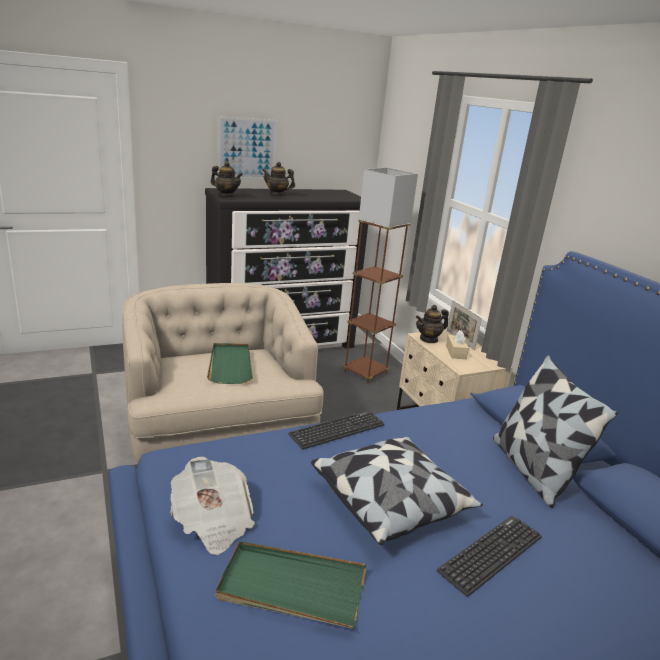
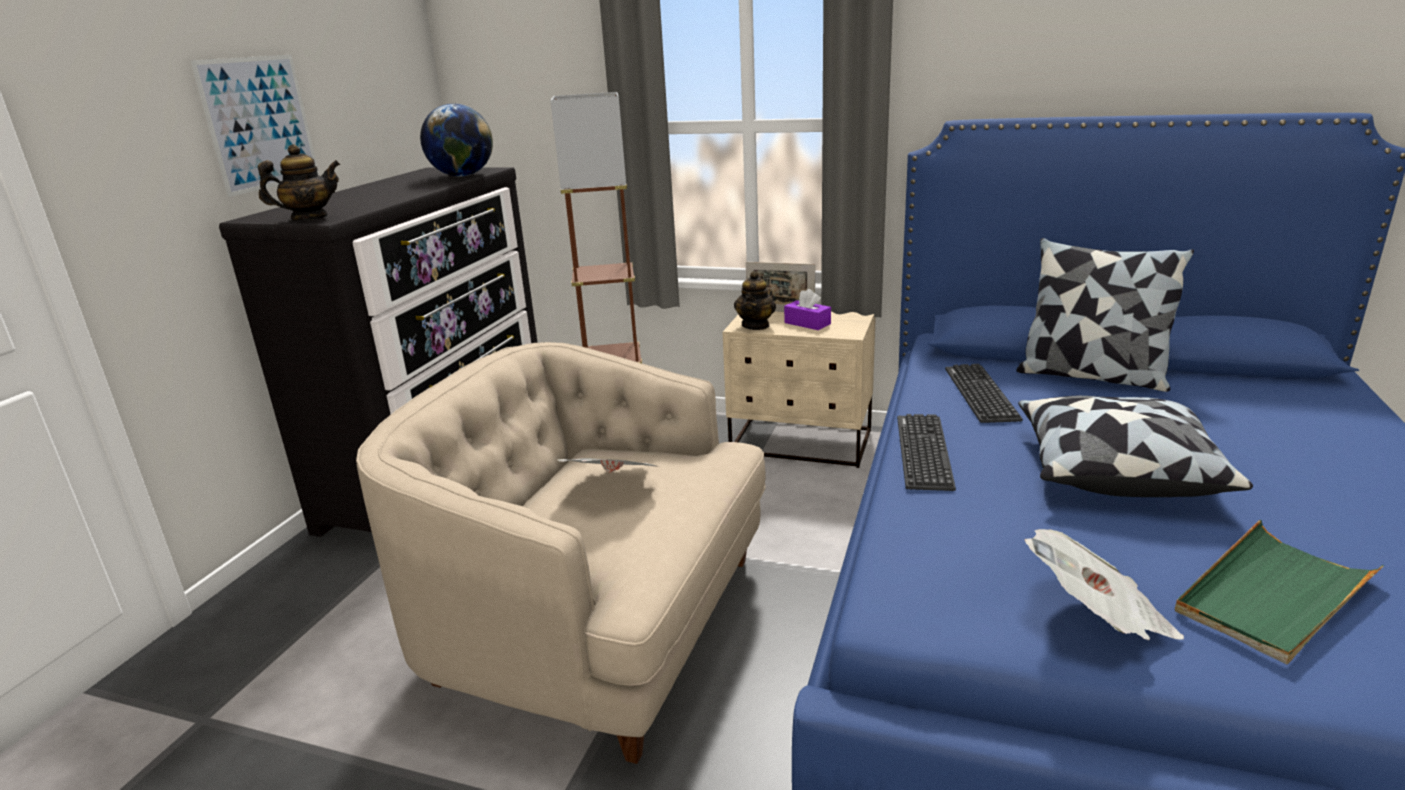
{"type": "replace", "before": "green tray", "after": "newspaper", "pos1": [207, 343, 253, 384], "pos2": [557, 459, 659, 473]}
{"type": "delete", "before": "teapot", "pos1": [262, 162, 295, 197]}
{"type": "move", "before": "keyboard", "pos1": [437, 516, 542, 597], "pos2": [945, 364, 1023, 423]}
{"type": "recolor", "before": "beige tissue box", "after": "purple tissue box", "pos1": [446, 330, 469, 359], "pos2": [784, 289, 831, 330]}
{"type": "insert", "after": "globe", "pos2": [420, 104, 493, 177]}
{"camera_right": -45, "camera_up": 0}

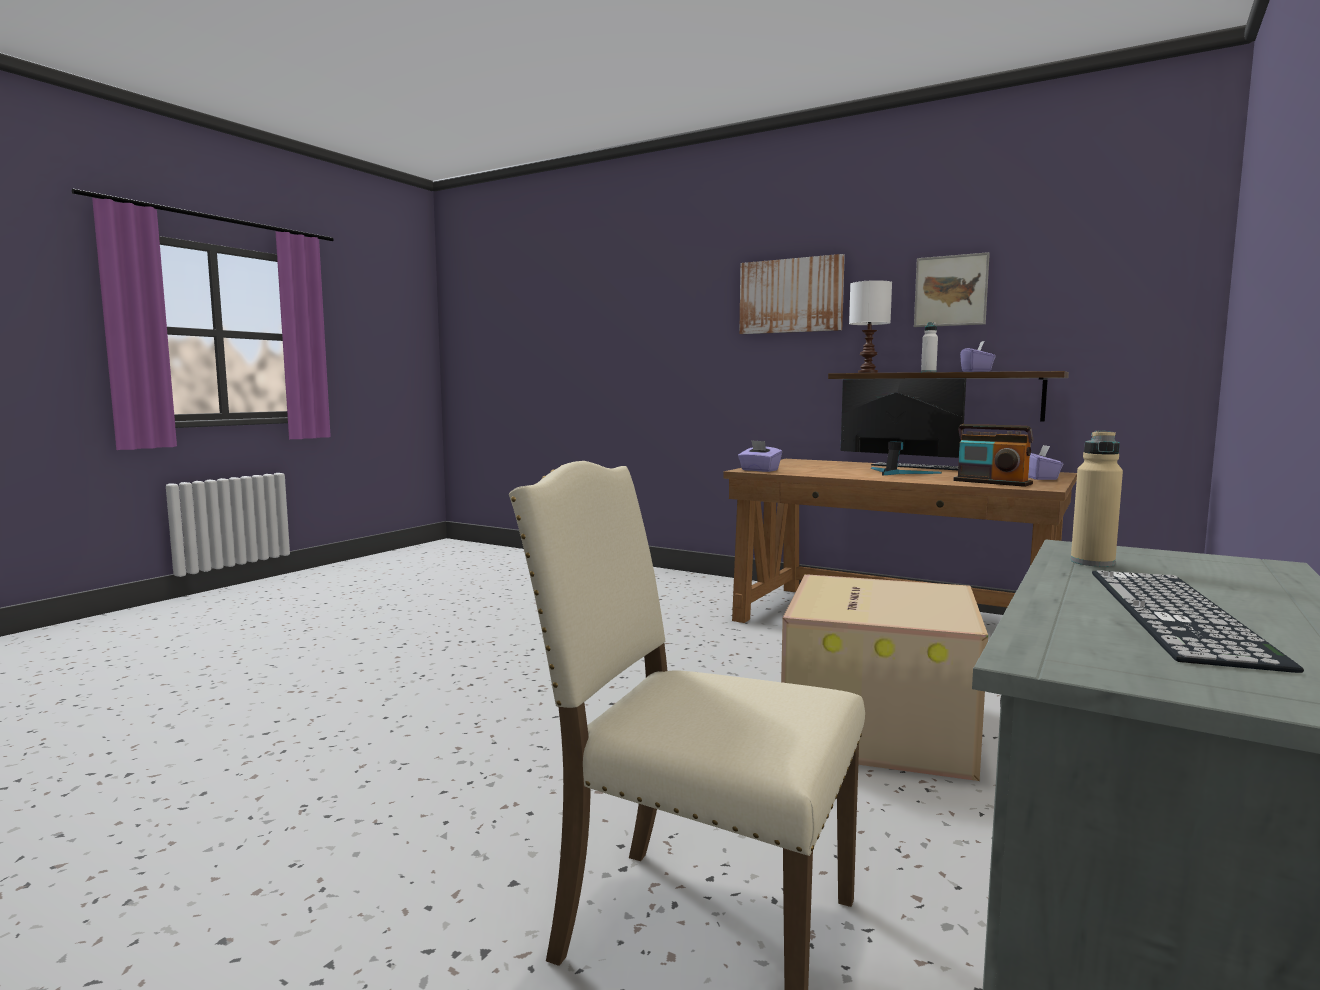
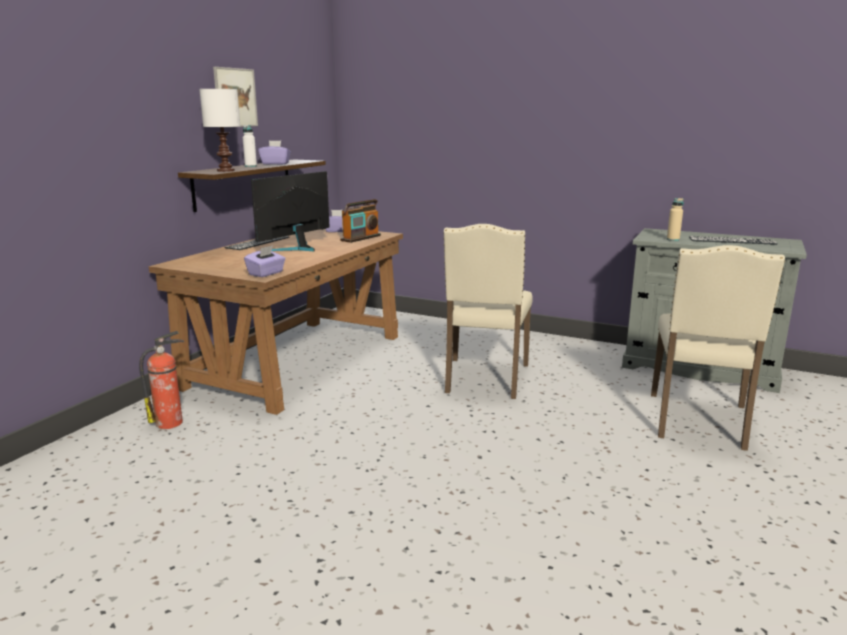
{"type": "delete", "before": "picture", "pos1": [739, 254, 845, 334]}
{"type": "replace", "before": "cardboard box", "after": "beige chair", "pos1": [781, 574, 988, 781], "pos2": [443, 224, 533, 399]}
{"type": "insert", "after": "fire extinguisher", "pos2": [139, 331, 184, 429]}
{"camera_right": -95, "camera_up": 10}

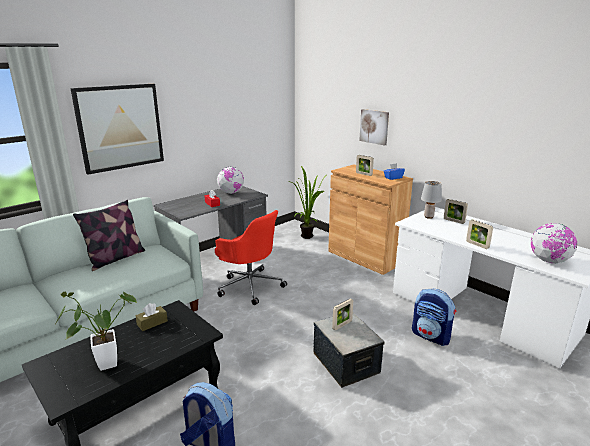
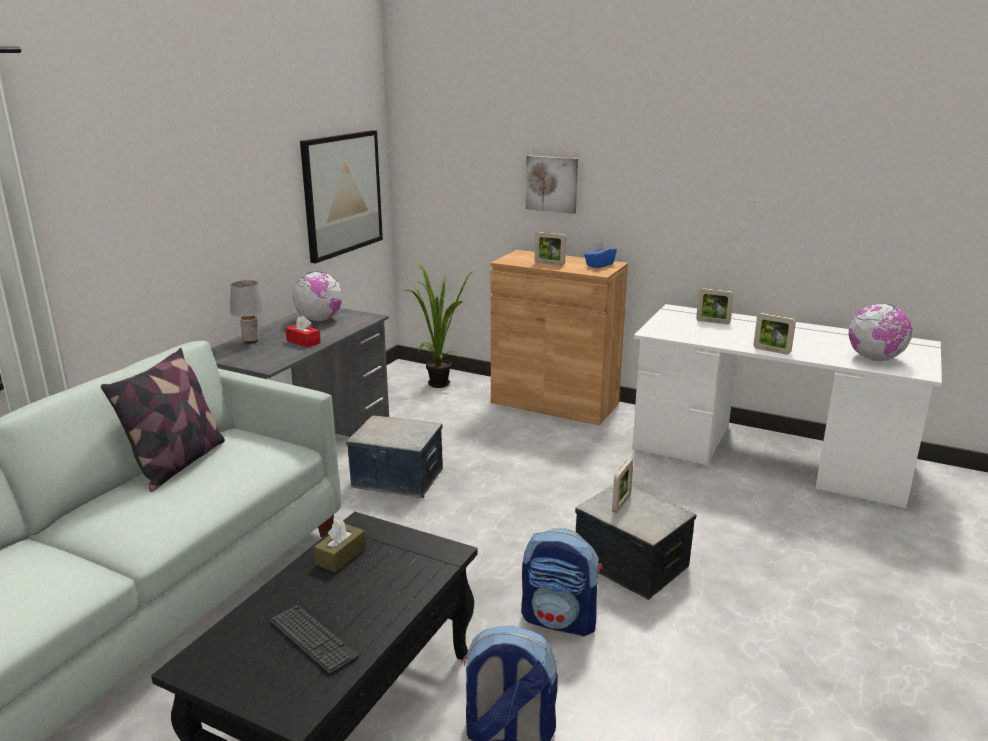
{"type": "replace", "before": "potted plant", "after": "keyboard", "pos1": [56, 292, 137, 371], "pos2": [270, 605, 359, 676]}
{"type": "move", "before": "picture", "pos1": [70, 84, 164, 175], "pos2": [300, 130, 383, 264]}
{"type": "replace", "before": "red office chair", "after": "storage box", "pos1": [215, 210, 287, 305], "pos2": [346, 415, 443, 498]}
{"type": "move", "before": "backpack", "pos1": [412, 289, 456, 346], "pos2": [521, 529, 602, 637]}
{"type": "move", "before": "grey table lamp", "pos1": [421, 181, 442, 219], "pos2": [230, 280, 265, 343]}
{"camera_right": -20, "camera_up": 0}

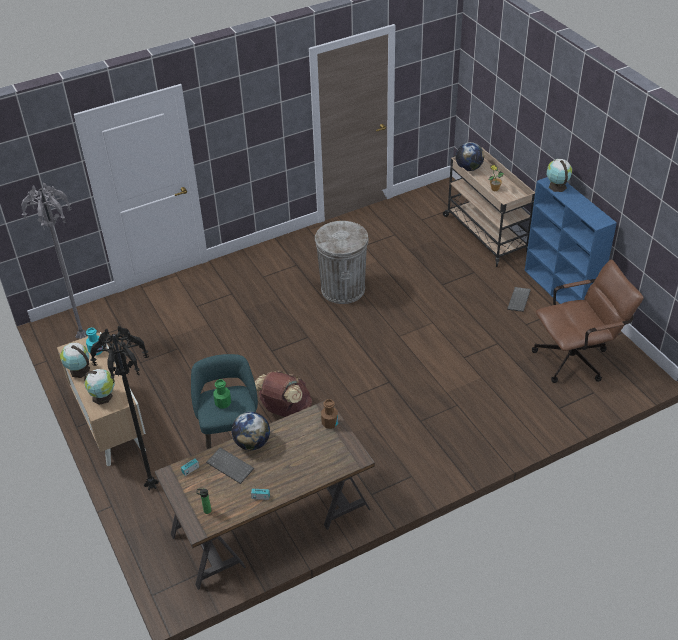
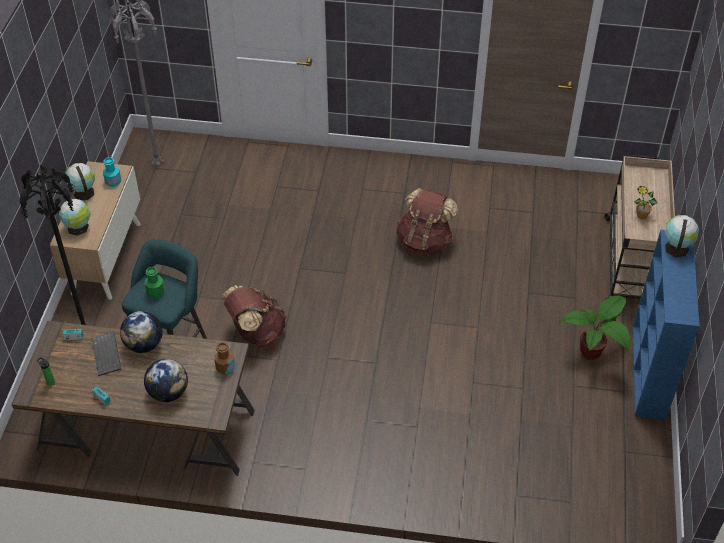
{"type": "replace", "before": "grey trash can", "after": "brown backpack", "pos1": [315, 221, 369, 304], "pos2": [396, 188, 458, 257]}
{"type": "move", "before": "globe", "pos1": [456, 142, 484, 171], "pos2": [144, 359, 188, 402]}
{"type": "replace", "before": "keyboard", "after": "potted plant", "pos1": [507, 287, 531, 312], "pos2": [559, 295, 631, 360]}
{"type": "delete", "before": "brown office chair", "pos1": [532, 259, 644, 383]}
{"camera_right": 35, "camera_up": 5}

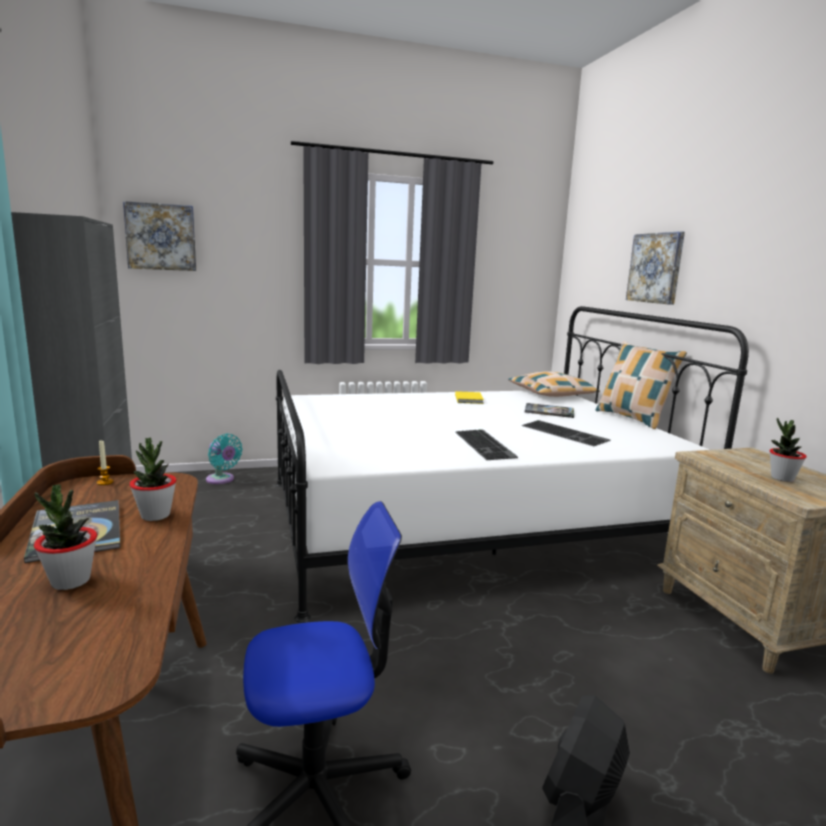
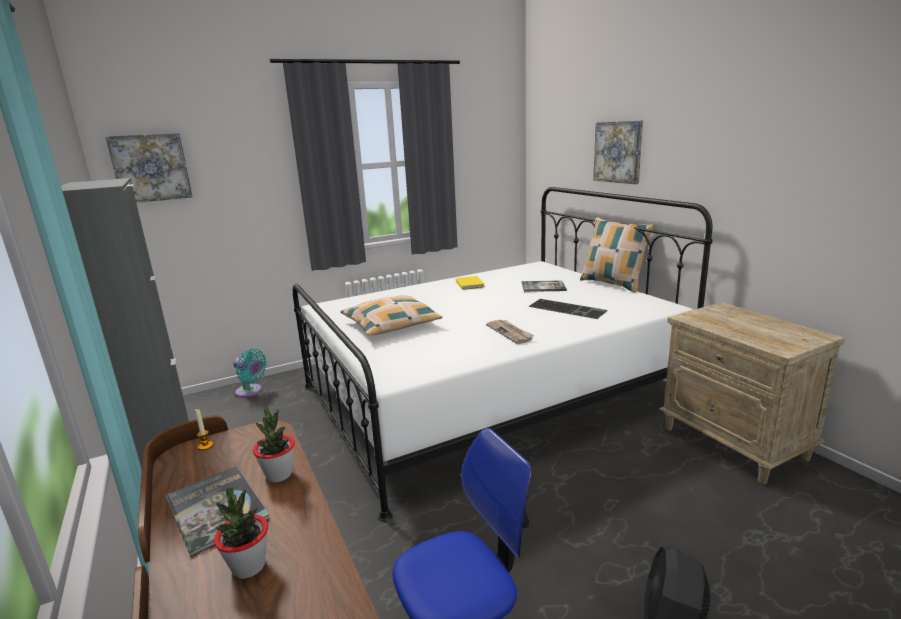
{"type": "replace", "before": "keyboard", "after": "newspaper", "pos1": [455, 429, 518, 460], "pos2": [486, 320, 535, 344]}
{"type": "move", "before": "pillow", "pos1": [508, 371, 600, 397], "pos2": [340, 296, 442, 335]}
{"type": "delete", "before": "potted plant", "pos1": [770, 418, 807, 482]}
{"camera_right": -10, "camera_up": 5}

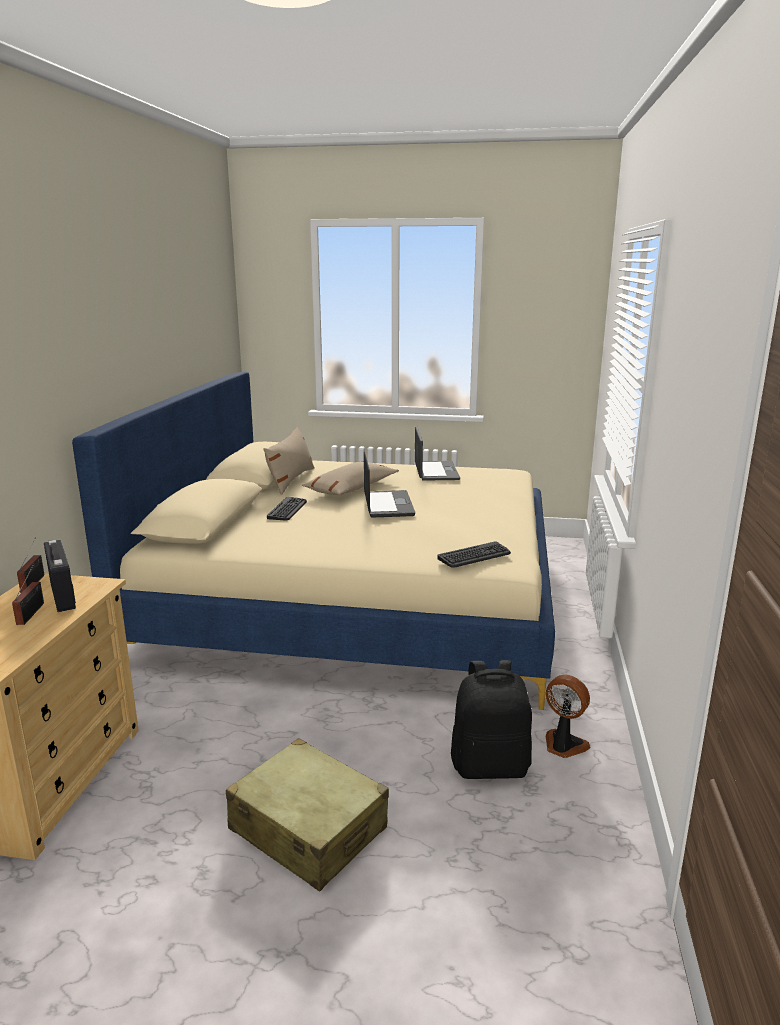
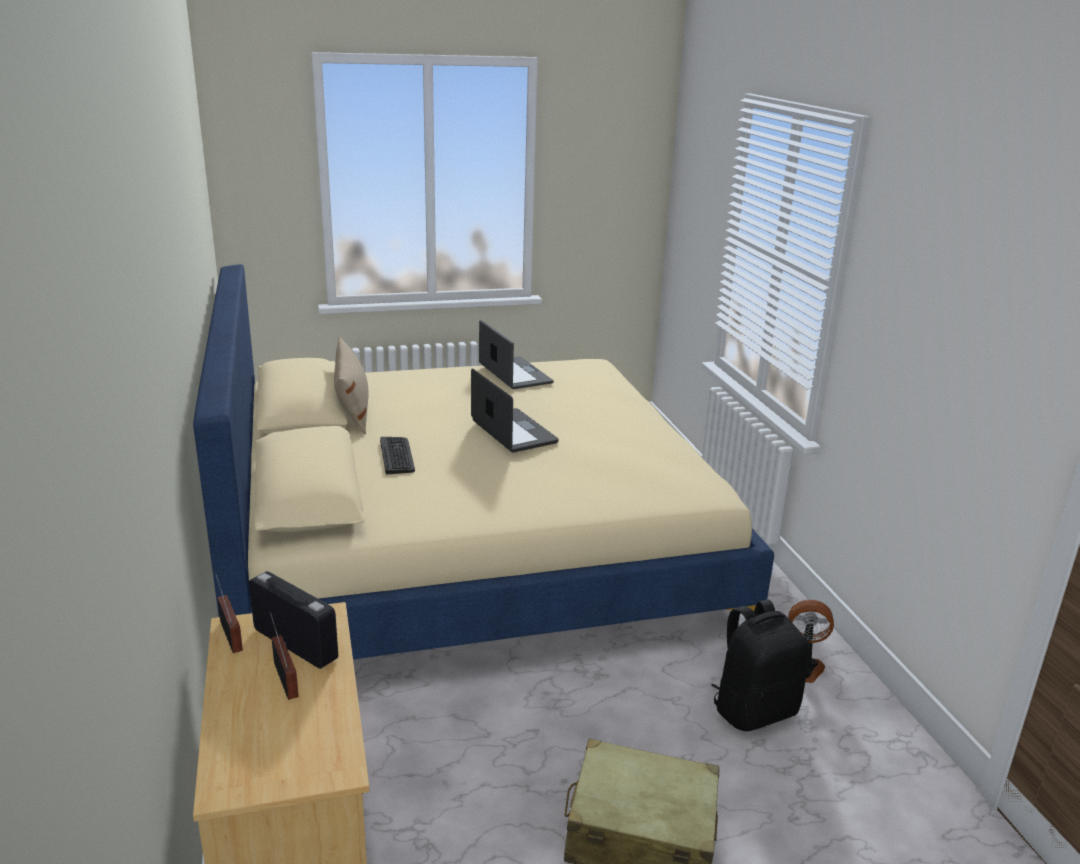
{"type": "delete", "before": "beige pillow", "pos1": [302, 462, 399, 495]}
{"type": "delete", "before": "keyboard", "pos1": [437, 541, 511, 568]}
{"camera_right": -25, "camera_up": 5}

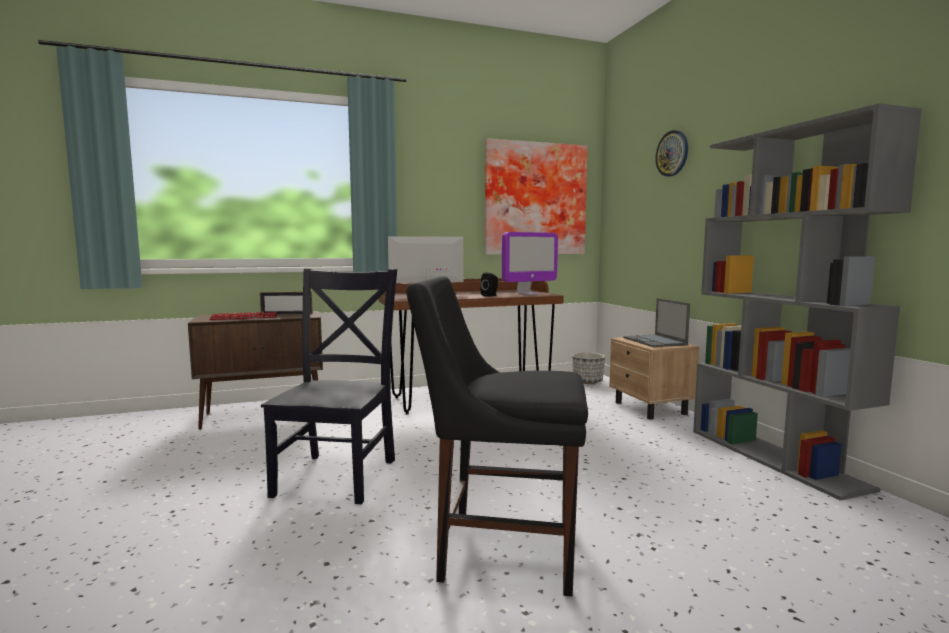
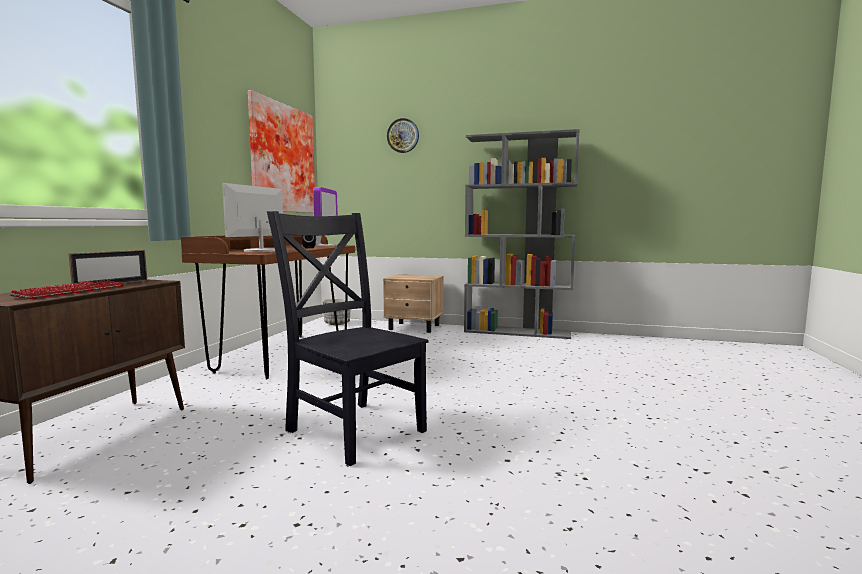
{"type": "delete", "before": "black chair", "pos1": [406, 276, 588, 596]}
{"type": "delete", "before": "laptop", "pos1": [623, 298, 690, 347]}
{"camera_right": -55, "camera_up": 0}

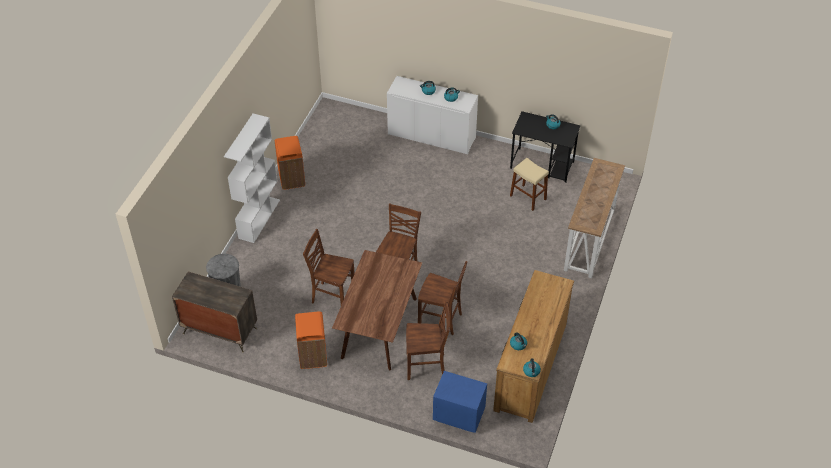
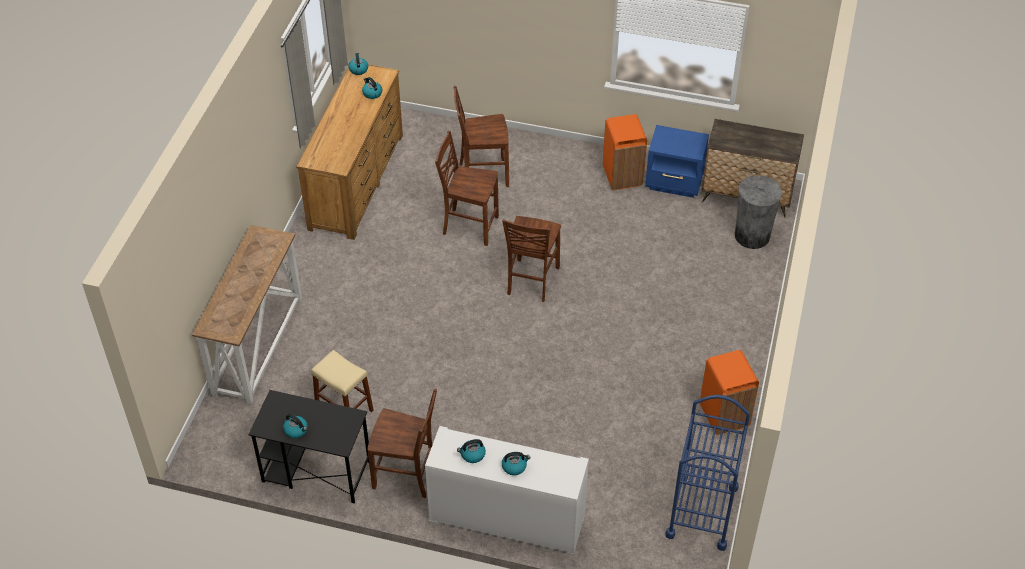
{"type": "delete", "before": "white bookcase", "pos1": [224, 113, 280, 243]}
{"type": "move", "before": "brown chair", "pos1": [303, 229, 355, 305], "pos2": [367, 389, 437, 498]}
{"type": "delete", "before": "brown dining table", "pos1": [332, 250, 422, 371]}
{"type": "move", "before": "blue nightstand", "pos1": [433, 371, 487, 433], "pos2": [645, 125, 709, 198]}
{"type": "insert", "after": "blue cart", "pos2": [666, 395, 750, 551]}
{"camera_right": 175, "camera_up": 0}

